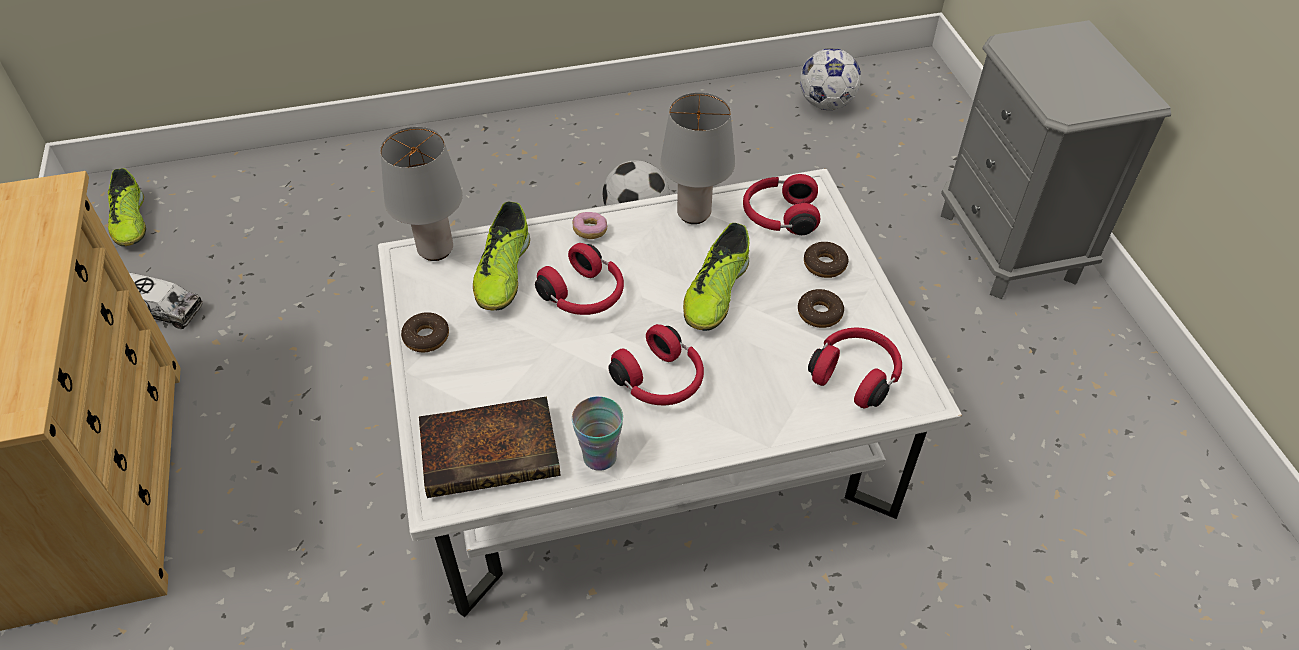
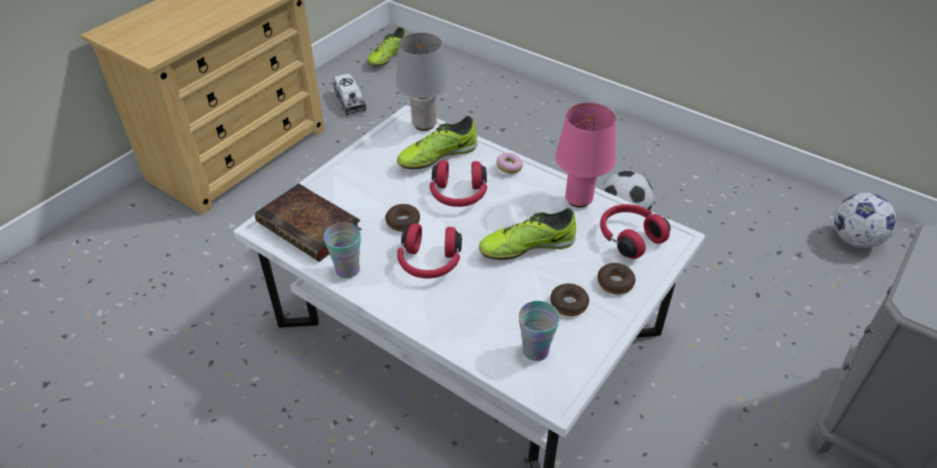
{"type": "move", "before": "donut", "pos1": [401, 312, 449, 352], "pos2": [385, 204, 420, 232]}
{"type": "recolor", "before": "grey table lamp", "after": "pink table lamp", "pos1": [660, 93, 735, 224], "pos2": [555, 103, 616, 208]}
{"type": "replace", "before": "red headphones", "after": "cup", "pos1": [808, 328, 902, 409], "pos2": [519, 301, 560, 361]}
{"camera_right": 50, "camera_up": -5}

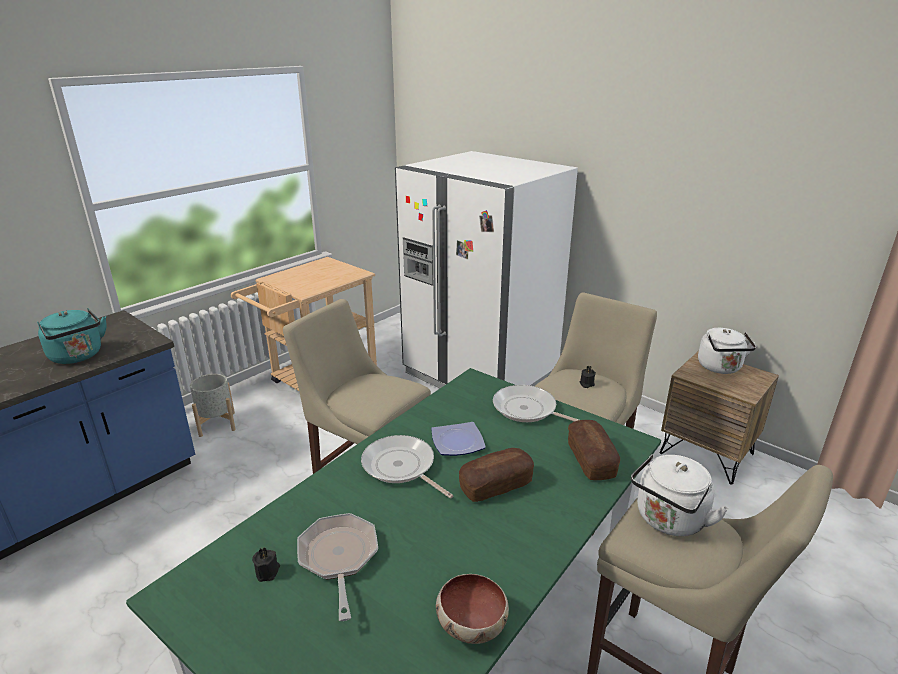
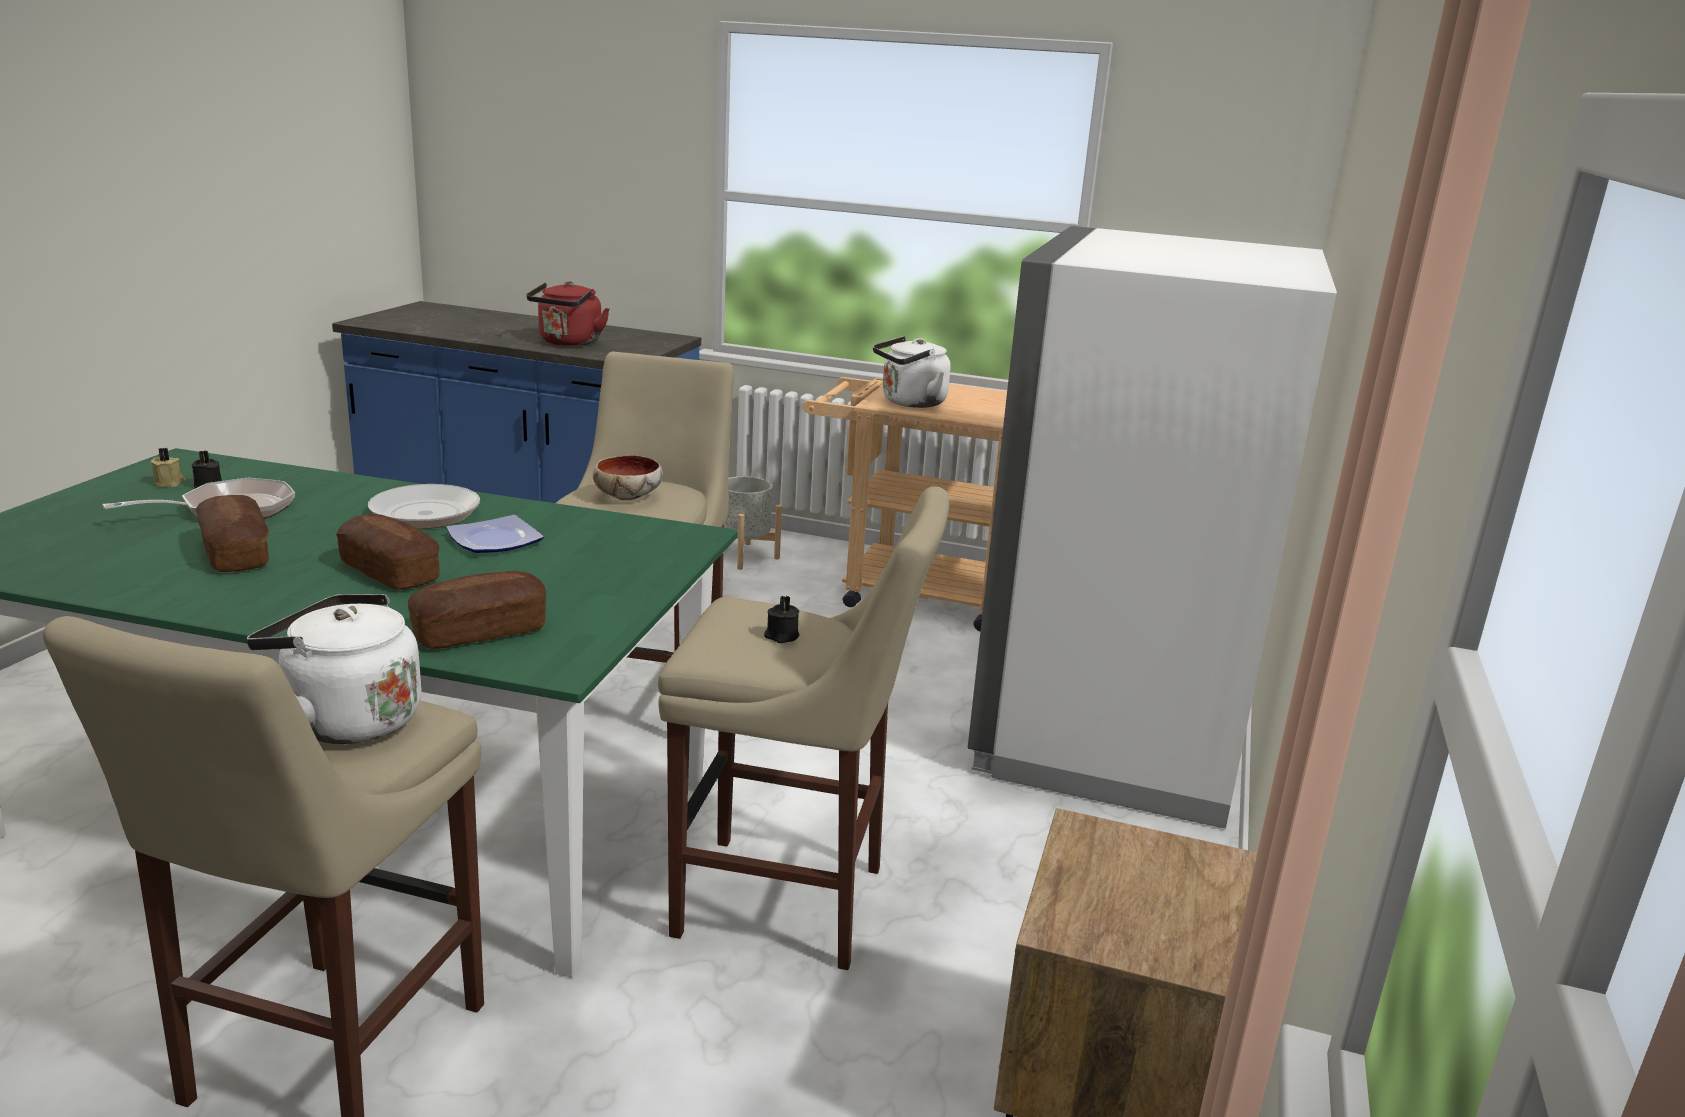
{"type": "recolor", "before": "turquoise kettle", "after": "red kettle", "pos1": [37, 308, 107, 364], "pos2": [526, 281, 610, 346]}
{"type": "move", "before": "bowl", "pos1": [436, 574, 509, 644], "pos2": [593, 455, 663, 500]}
{"type": "delete", "before": "frying pan", "pos1": [493, 385, 579, 422]}
{"type": "move", "before": "white kettle", "pos1": [698, 328, 756, 374], "pos2": [873, 336, 951, 408]}
{"type": "insert", "after": "beige candle", "pos2": [150, 448, 185, 487]}
{"type": "insert", "after": "bread", "pos2": [196, 495, 269, 572]}
{"camera_right": 65, "camera_up": -5}

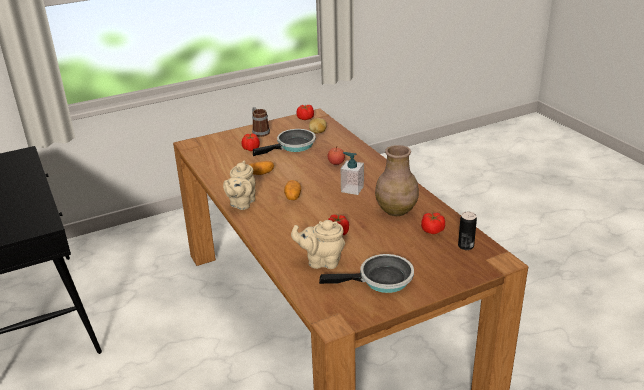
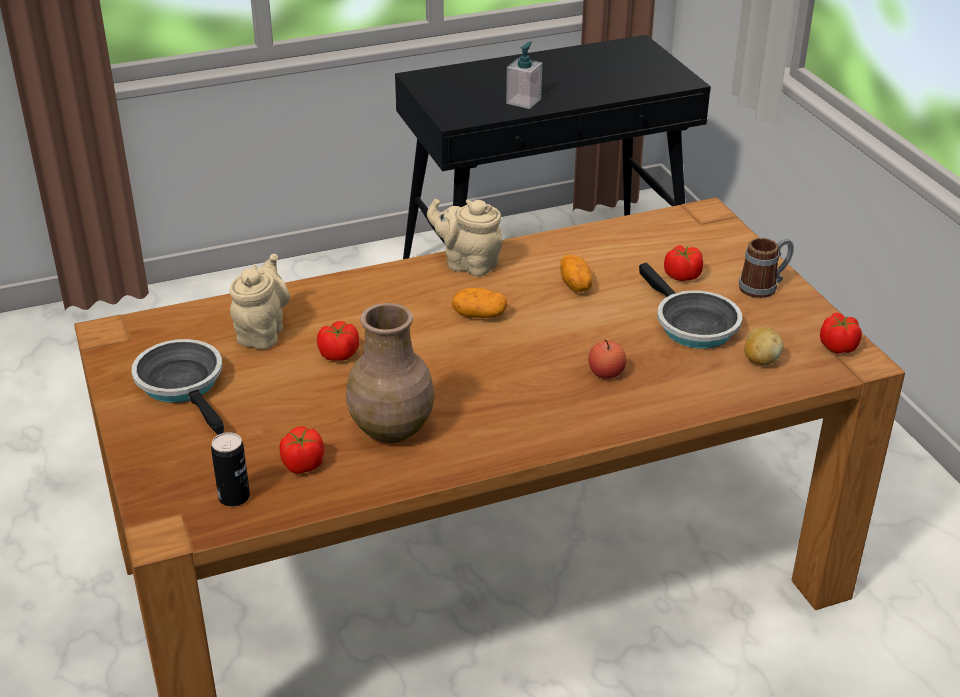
{"type": "rotate", "before": "frying pan", "pos1": [319, 254, 414, 293], "pos2": [132, 339, 224, 435], "turn": 150}
{"type": "move", "before": "soap dispenser", "pos1": [341, 152, 364, 195], "pos2": [506, 42, 542, 109]}
{"camera_right": 95, "camera_up": 5}

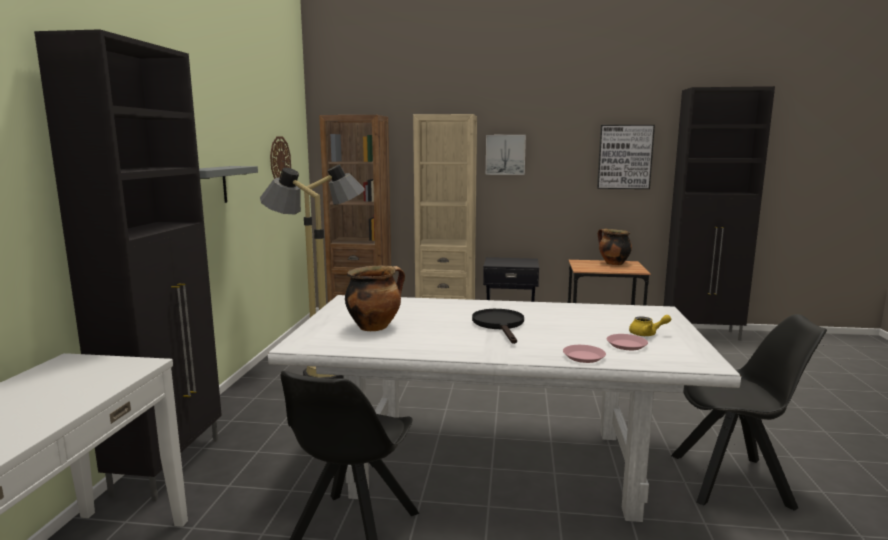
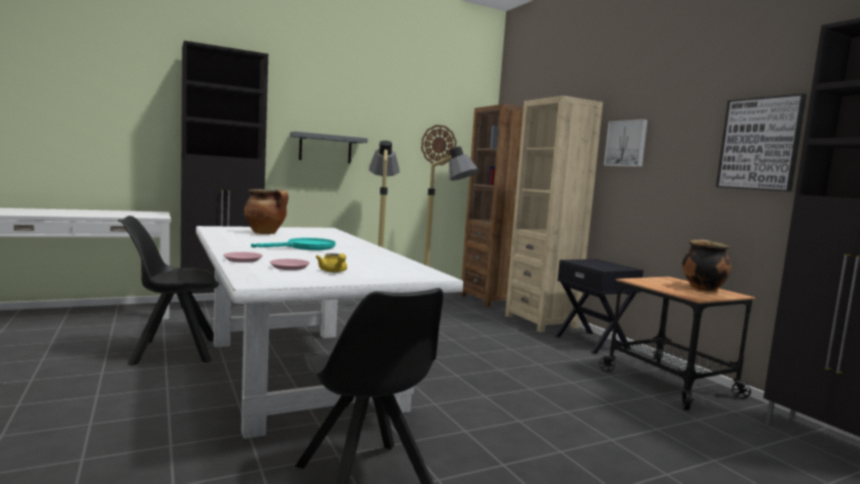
{"type": "recolor", "before": "black frying pan", "after": "turquoise frying pan", "pos1": [472, 309, 524, 344], "pos2": [251, 238, 335, 250]}
{"camera_right": 55, "camera_up": -5}

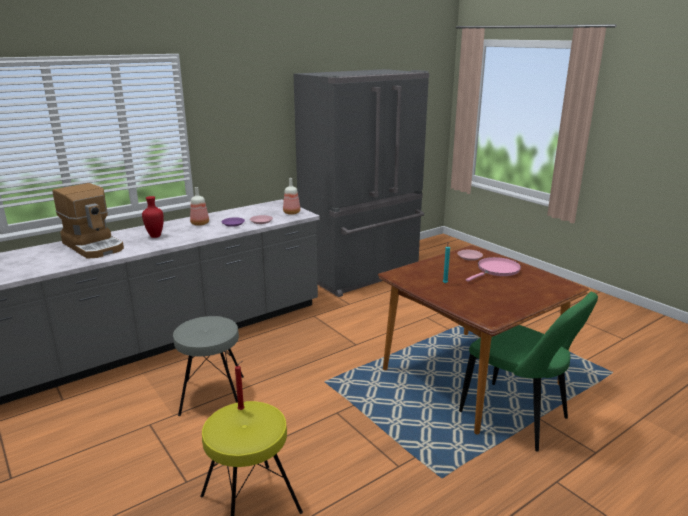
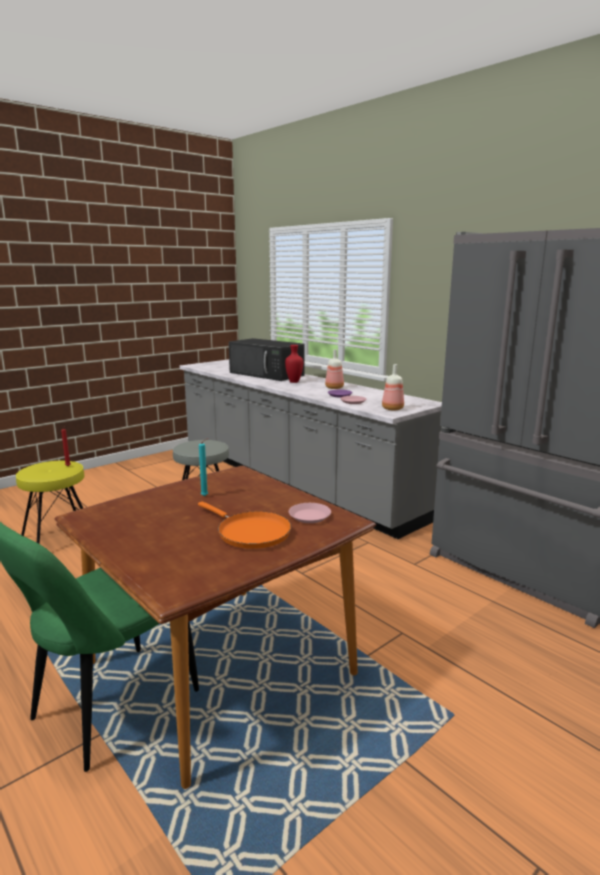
{"type": "replace", "before": "coffee machine", "after": "black microwave", "pos1": [52, 183, 124, 259], "pos2": [229, 338, 305, 381]}
{"type": "recolor", "before": "pink frying pan", "after": "orange frying pan", "pos1": [466, 257, 521, 282], "pos2": [198, 501, 291, 549]}
{"camera_right": 85, "camera_up": -5}

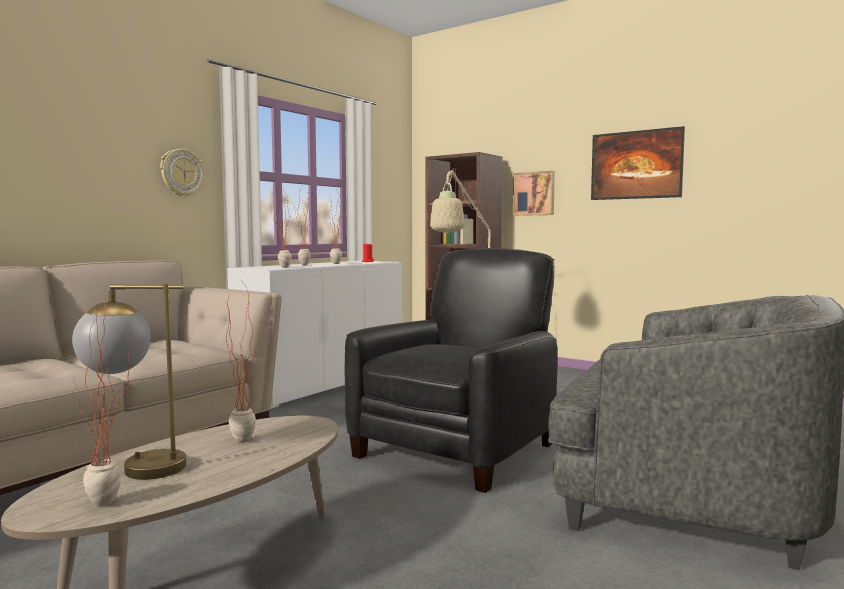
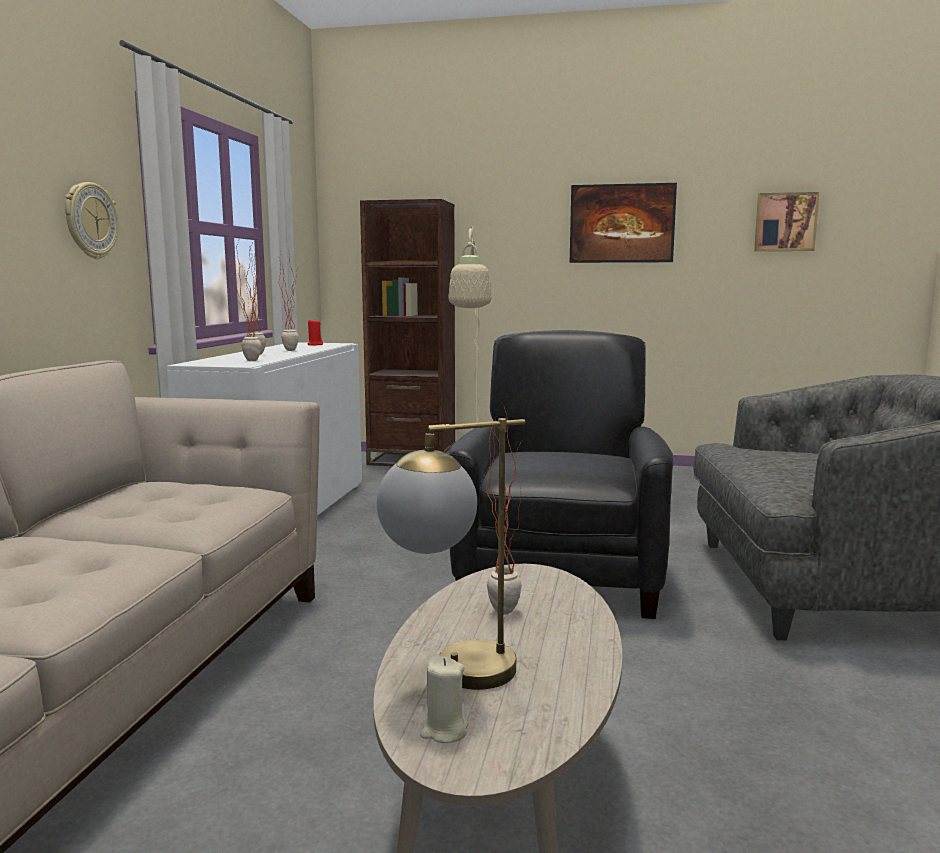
{"type": "delete", "before": "potted plant", "pos1": [73, 298, 134, 507]}
{"type": "move", "before": "picture", "pos1": [513, 171, 555, 216], "pos2": [754, 192, 820, 251]}
{"type": "insert", "after": "beige candle", "pos2": [420, 656, 468, 743]}
{"camera_right": -25, "camera_up": 5}

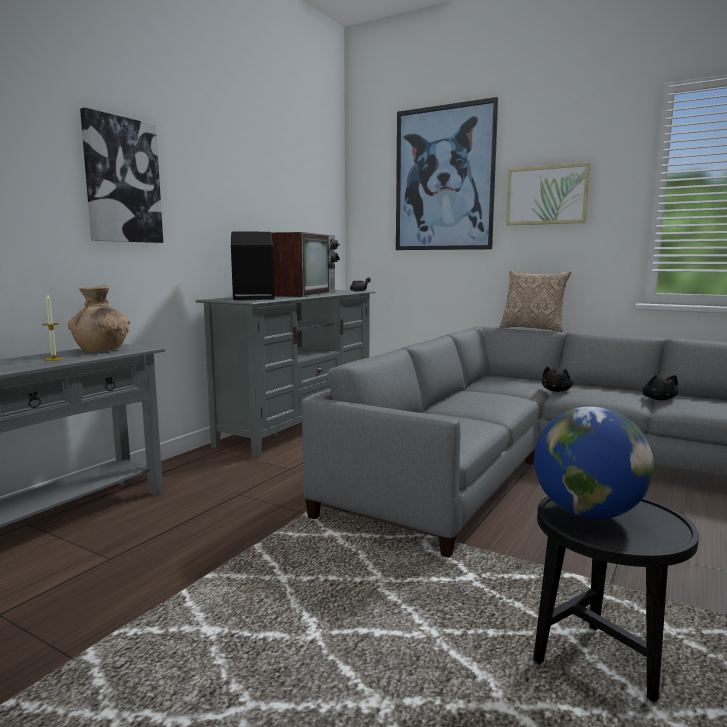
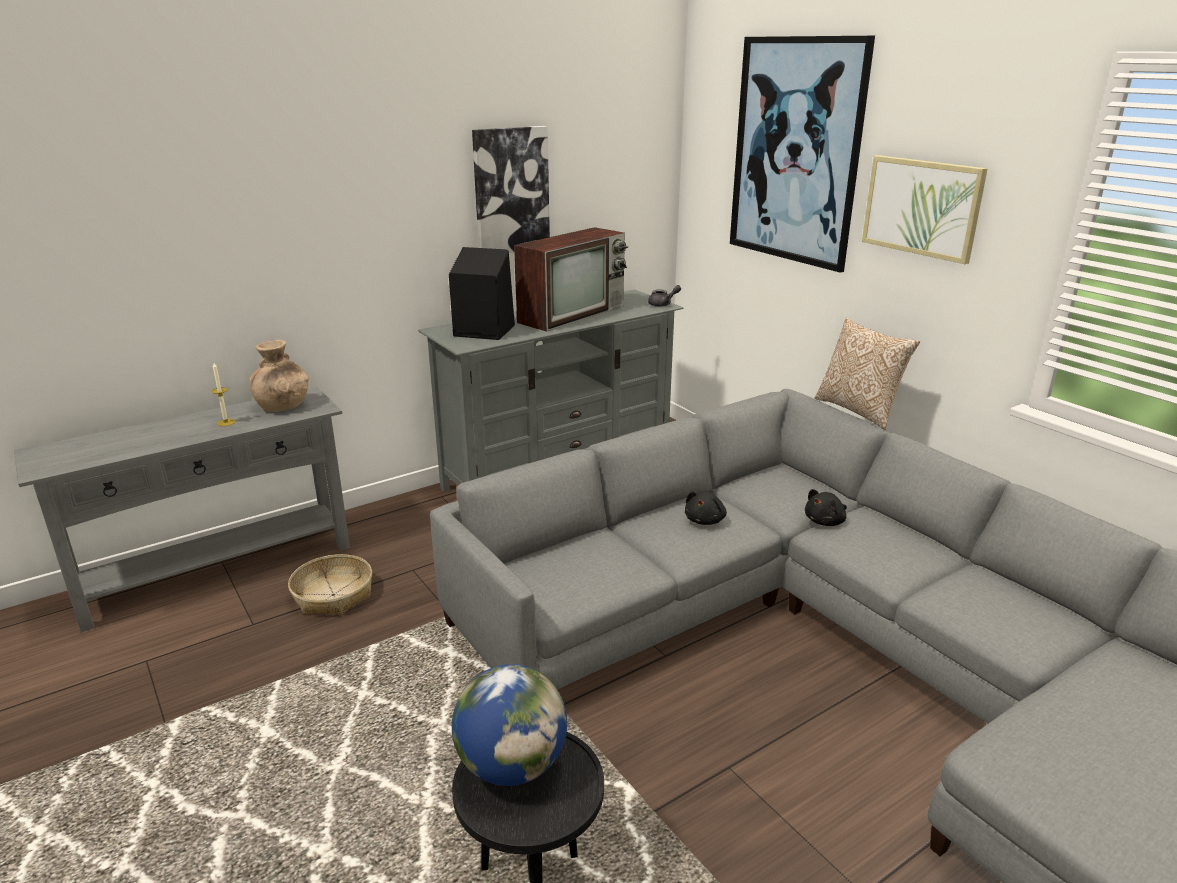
{"type": "move", "before": "picture", "pos1": [80, 108, 163, 243], "pos2": [472, 126, 550, 253]}
{"type": "move", "before": "black plush toy", "pos1": [642, 375, 678, 400], "pos2": [685, 491, 727, 525]}
{"type": "insert", "after": "basket", "pos2": [288, 554, 372, 615]}
{"camera_right": 25, "camera_up": 15}

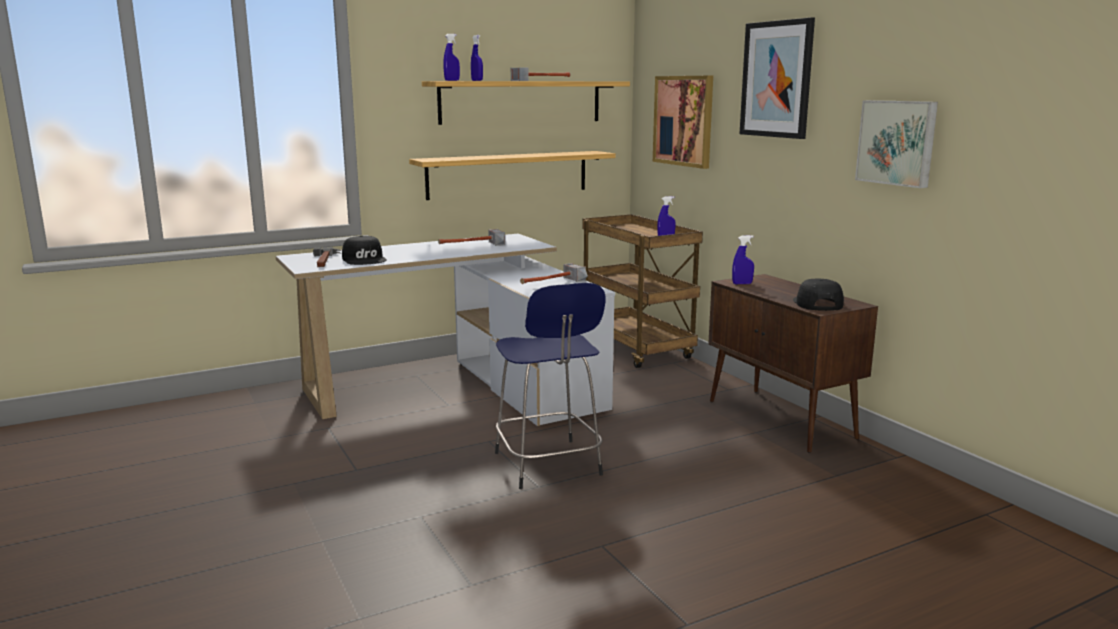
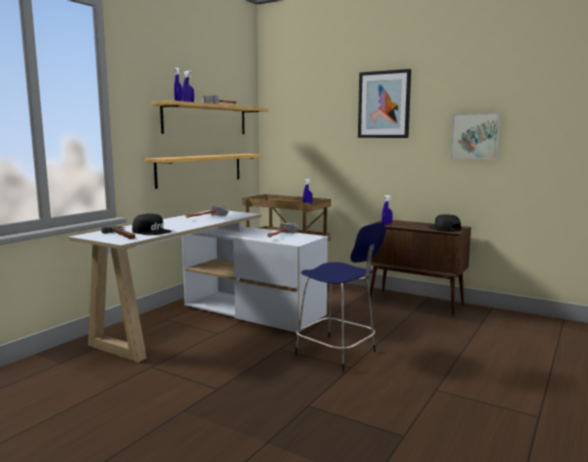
{"type": "delete", "before": "picture", "pos1": [653, 76, 713, 169]}
{"camera_right": -30, "camera_up": -5}

